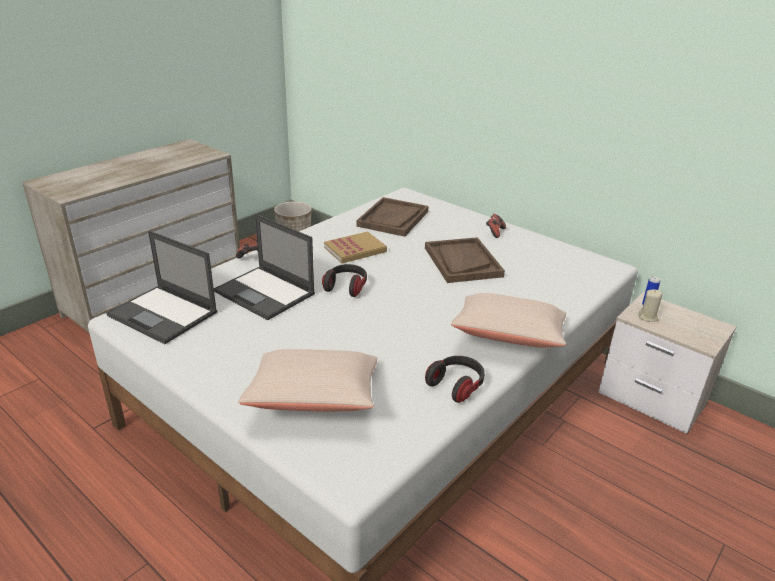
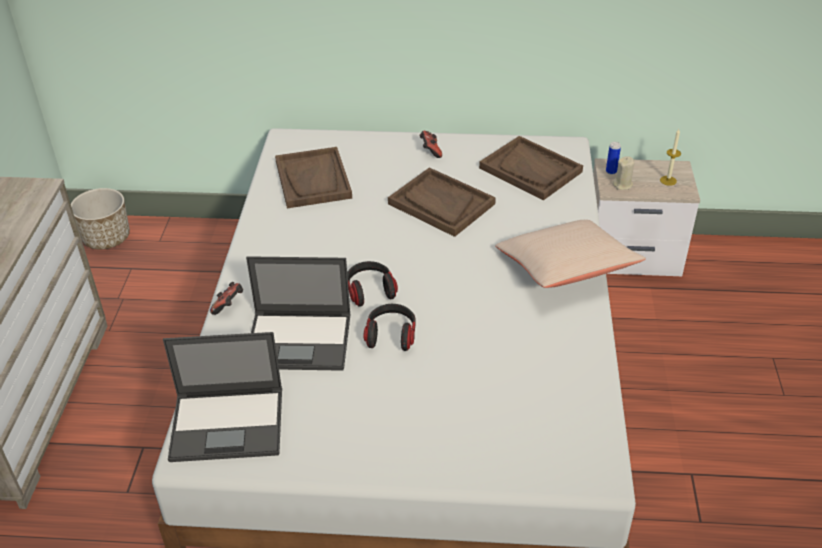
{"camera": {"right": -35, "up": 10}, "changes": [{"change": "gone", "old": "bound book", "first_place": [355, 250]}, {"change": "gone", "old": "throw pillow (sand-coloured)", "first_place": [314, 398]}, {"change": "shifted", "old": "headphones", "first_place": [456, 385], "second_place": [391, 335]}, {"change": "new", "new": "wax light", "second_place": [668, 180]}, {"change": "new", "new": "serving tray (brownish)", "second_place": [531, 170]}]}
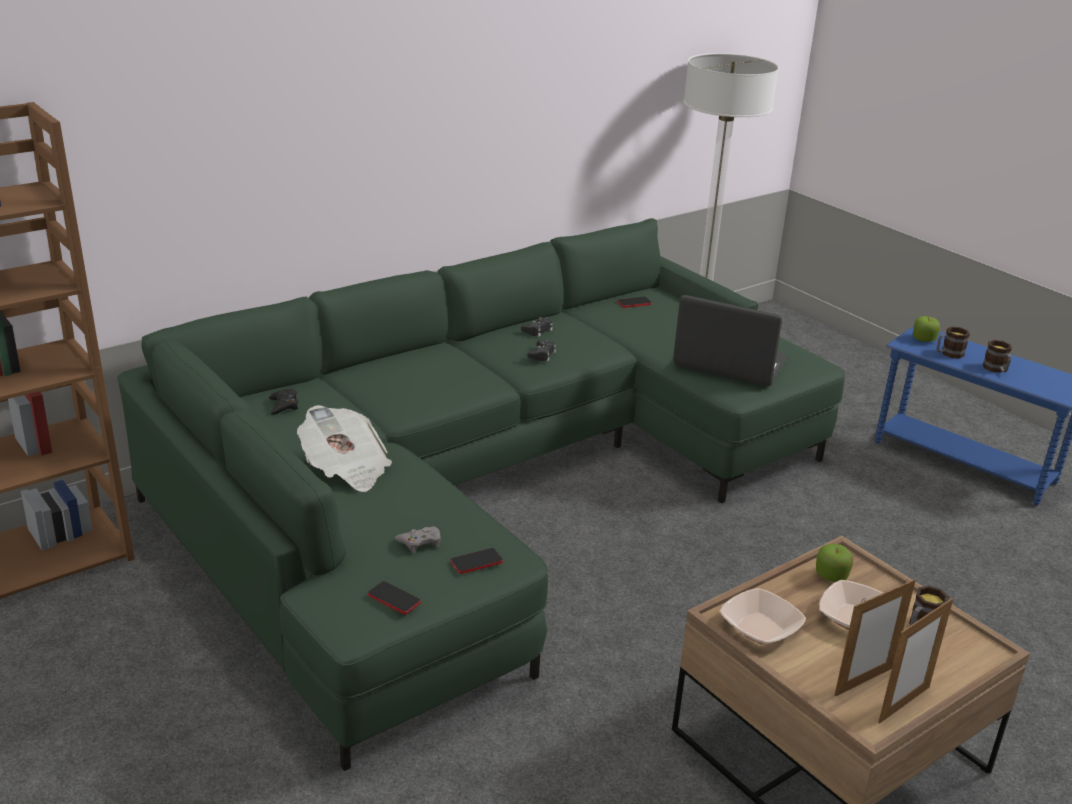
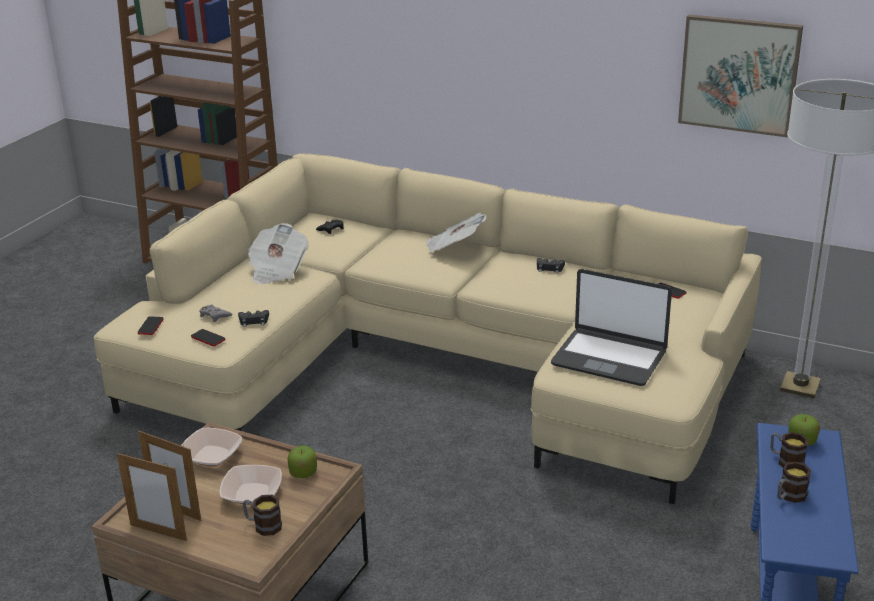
{"camera": {"right": 65, "up": 0}, "changes": [{"change": "repainted", "old": "settee (green-coloured)", "new": "settee (sand-coloured)", "first_place": [483, 488], "second_place": [440, 361]}, {"change": "rotated", "old": "portable computer", "first_place": [729, 364], "second_place": [609, 358], "degrees": 120}, {"change": "shifted", "old": "game controller (black-coloured)", "first_place": [542, 354], "second_place": [254, 321]}, {"change": "new", "new": "wall art", "second_place": [739, 74]}, {"change": "new", "new": "printed paper", "second_place": [454, 247]}]}
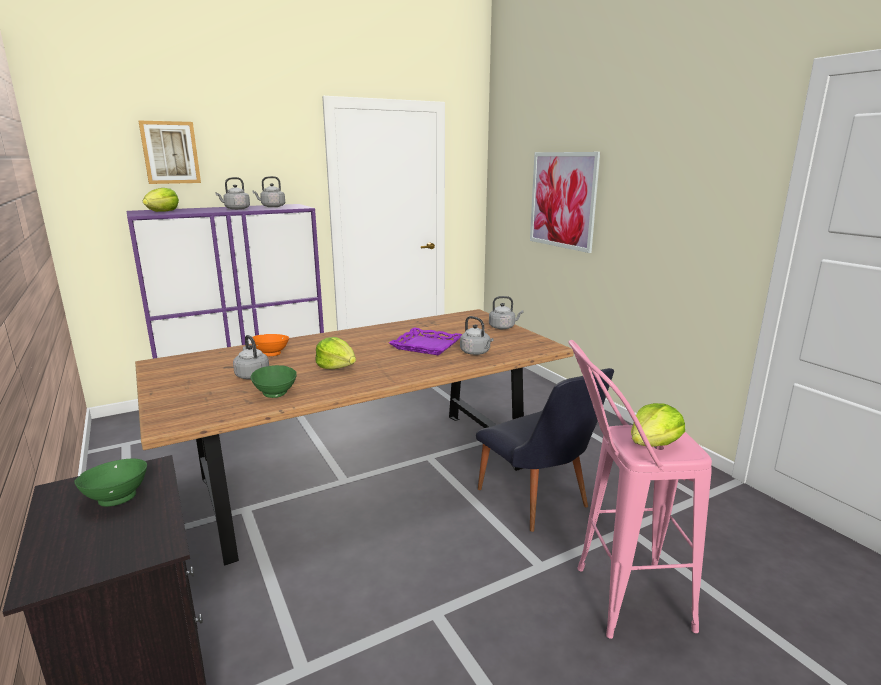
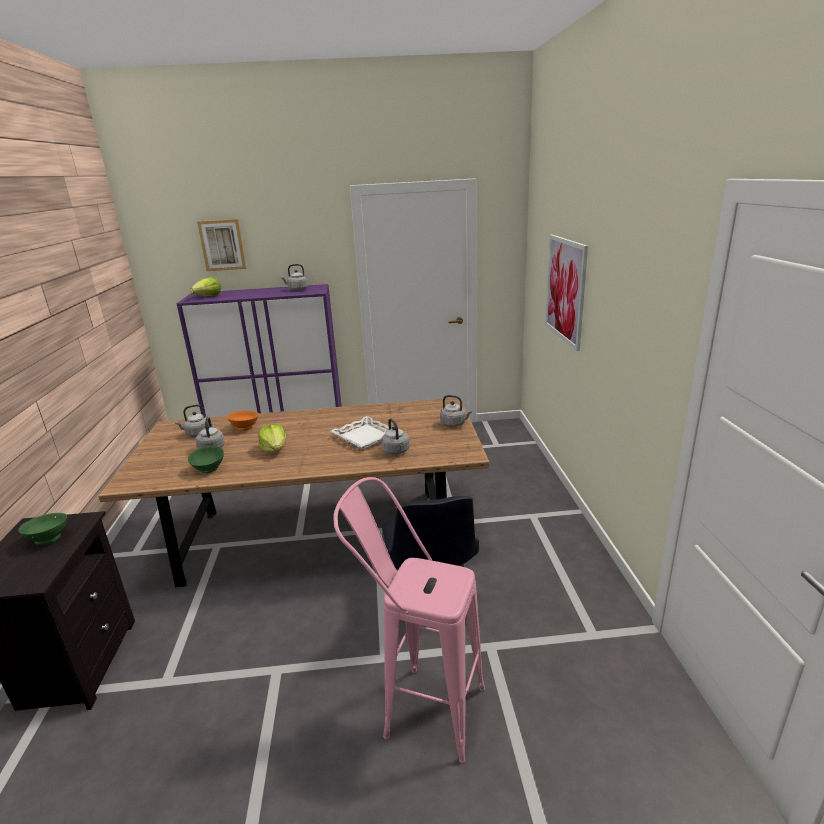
{"camera": {"right": 25, "up": 5}, "changes": [{"change": "shifted", "old": "tea kettle (greyish)", "first_place": [236, 209], "second_place": [197, 434]}, {"change": "repainted", "old": "serving tray (purple-coloured)", "new": "serving tray (white-coloured)", "first_place": [426, 346], "second_place": [364, 437]}, {"change": "gone", "old": "lettuce", "first_place": [653, 444]}]}
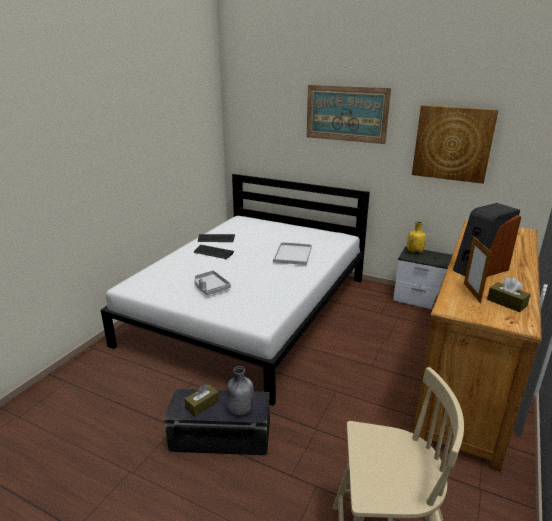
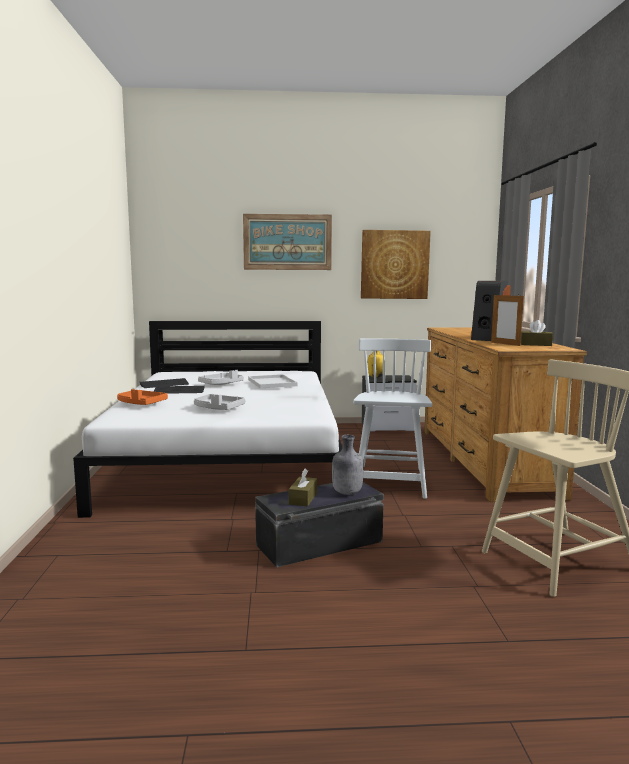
{"camera": {"right": -30, "up": -15}, "changes": [{"change": "new", "new": "chair (white-coloured)", "second_place": [390, 482]}, {"change": "new", "new": "serving tray (greyish)", "second_place": [221, 384]}, {"change": "new", "new": "serving tray (orange)", "second_place": [141, 404]}]}
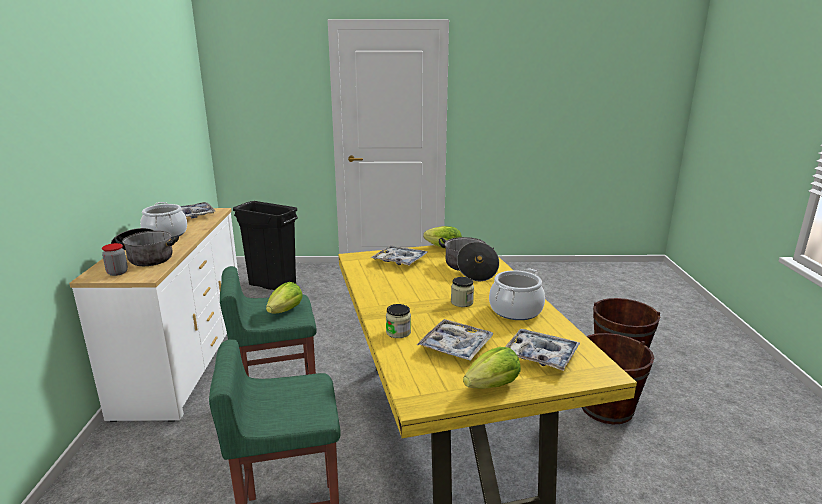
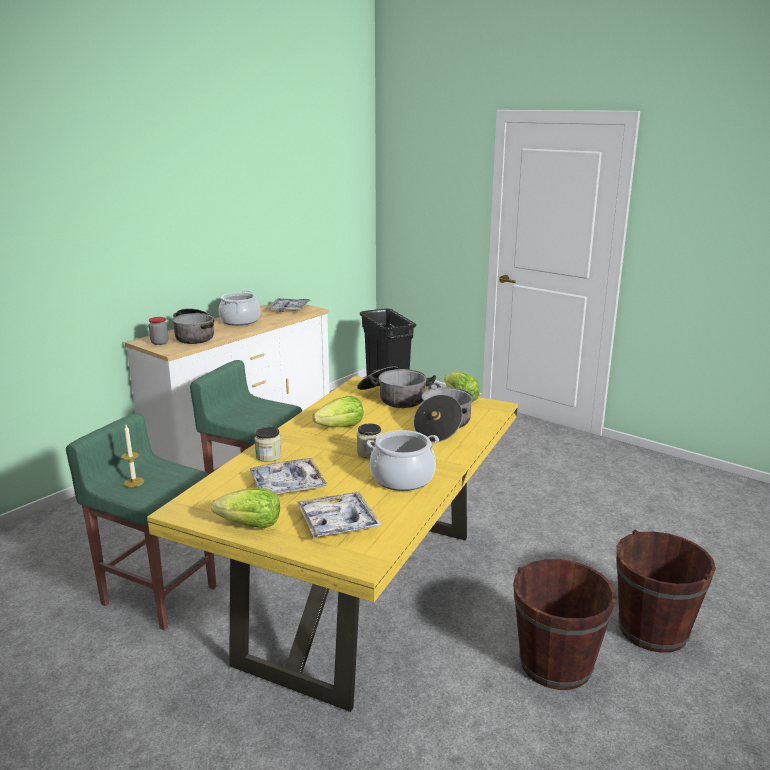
{"camera": {"right": 40, "up": 0}, "changes": [{"change": "swapped", "old": "serving tray", "new": "cooking pot", "first_place": [399, 260], "second_place": [393, 398]}, {"change": "shifted", "old": "lettuce", "first_place": [285, 311], "second_place": [341, 427]}, {"change": "new", "new": "wax light", "second_place": [134, 482]}]}
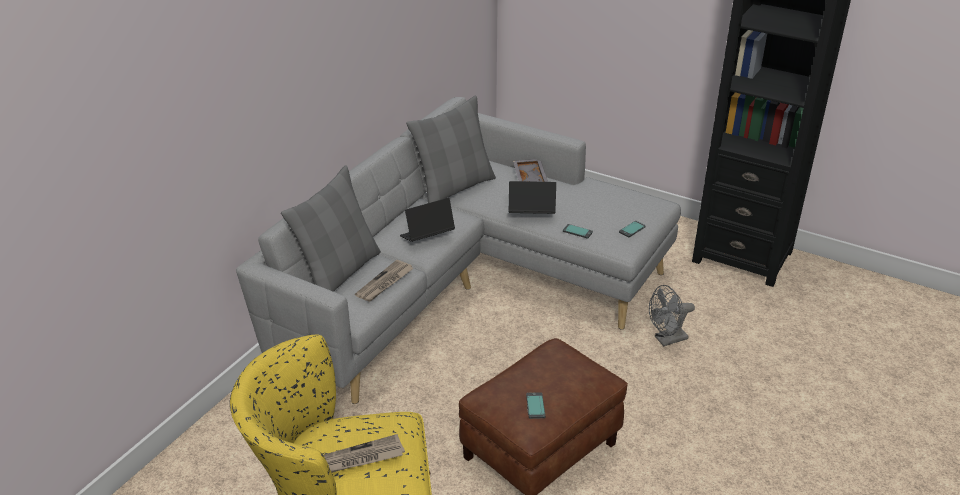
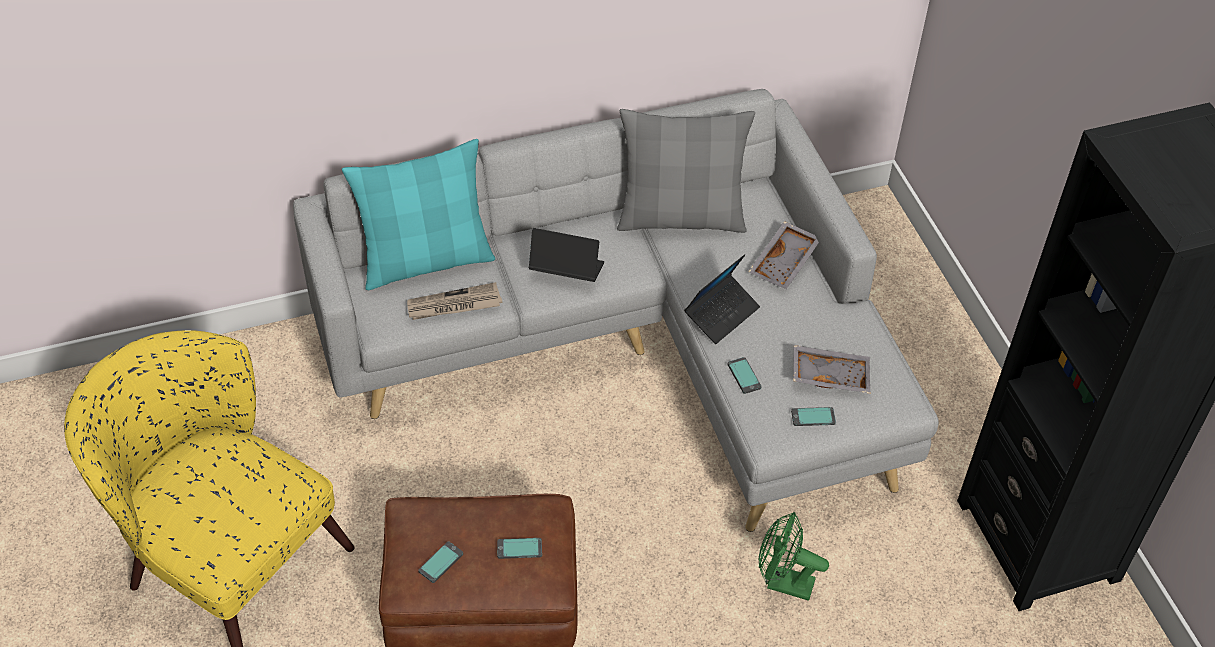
{"camera": {"right": 40, "up": 15}, "changes": [{"change": "repainted", "old": "throw pillow (greyish)", "new": "throw pillow (turquoise-coloured)", "first_place": [339, 273], "second_place": [426, 261]}, {"change": "rotated", "old": "portable computer", "first_place": [531, 214], "second_place": [721, 314], "degrees": 90}, {"change": "repainted", "old": "cooling fan (greyish)", "new": "cooling fan (green-coloured)", "first_place": [666, 340], "second_place": [782, 583]}, {"change": "gone", "old": "printed paper", "first_place": [359, 458]}, {"change": "new", "new": "serving tray (greyish)", "second_place": [830, 375]}, {"change": "new", "new": "handset", "second_place": [519, 549]}]}
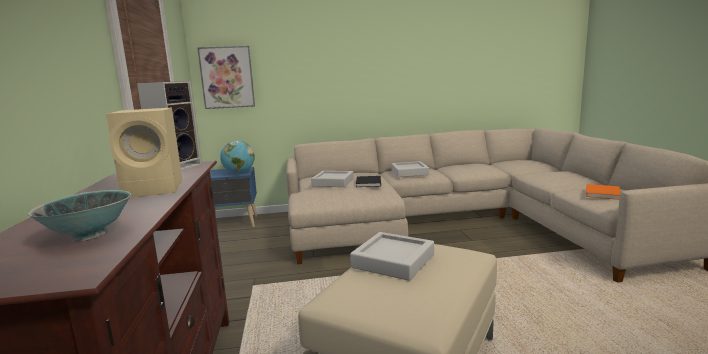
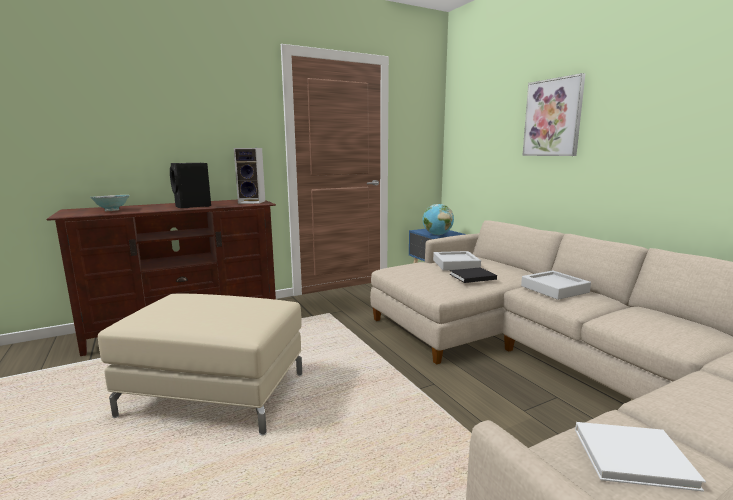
{"camera": {"right": 70, "up": 0}, "changes": [{"change": "shifted", "old": "wall art", "first_place": [227, 77], "second_place": [553, 118]}, {"change": "repainted", "old": "audio speaker (sand-coloured)", "new": "audio speaker (black-coloured)", "first_place": [156, 189], "second_place": [193, 206]}, {"change": "repainted", "old": "bound book (orange)", "new": "bound book (white-coloured)", "first_place": [602, 193], "second_place": [636, 458]}, {"change": "gone", "old": "serving tray (greyish)", "first_place": [393, 261]}]}
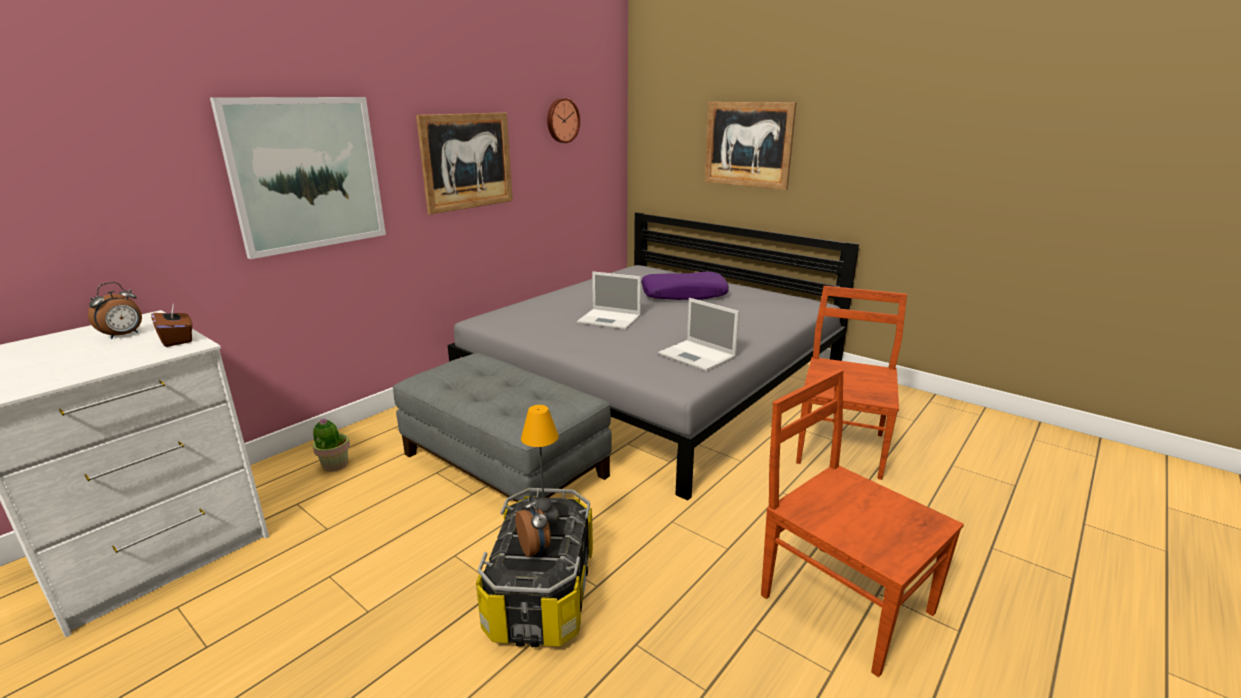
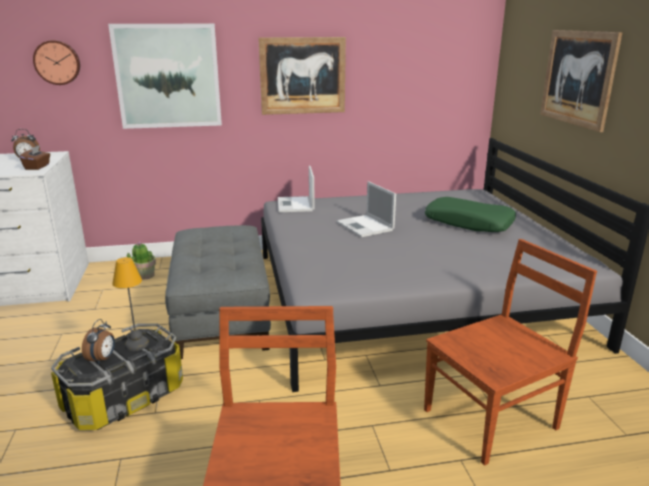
{"camera": {"right": 40, "up": 0}, "changes": [{"change": "shifted", "old": "wall clock", "first_place": [562, 120], "second_place": [57, 62]}, {"change": "repainted", "old": "throw pillow (purple-coloured)", "new": "throw pillow (green-coloured)", "first_place": [684, 294], "second_place": [469, 223]}, {"change": "shifted", "old": "portable computer", "first_place": [698, 356], "second_place": [295, 205]}]}
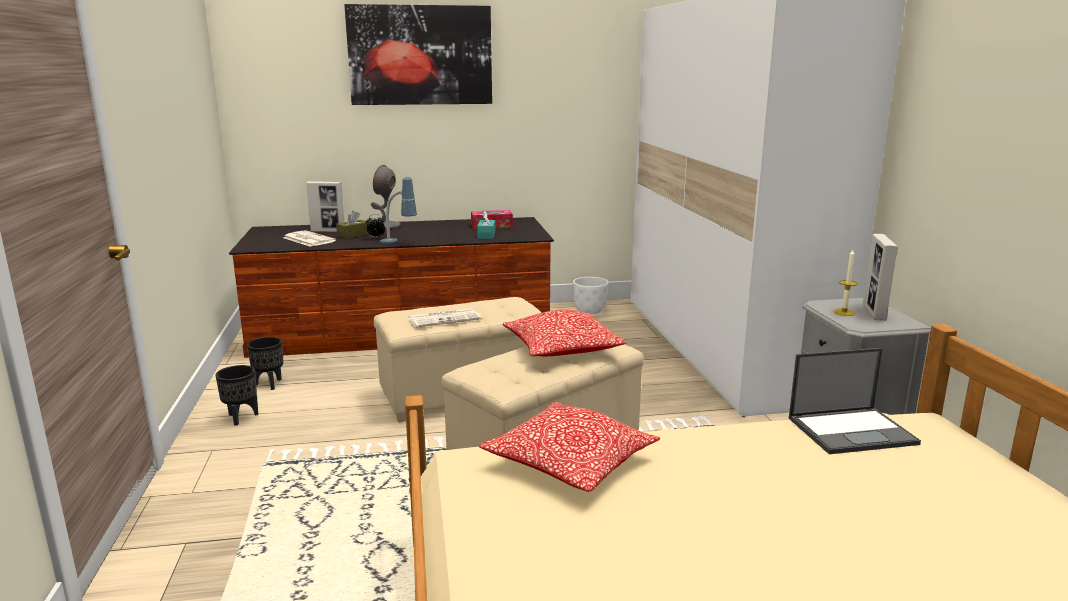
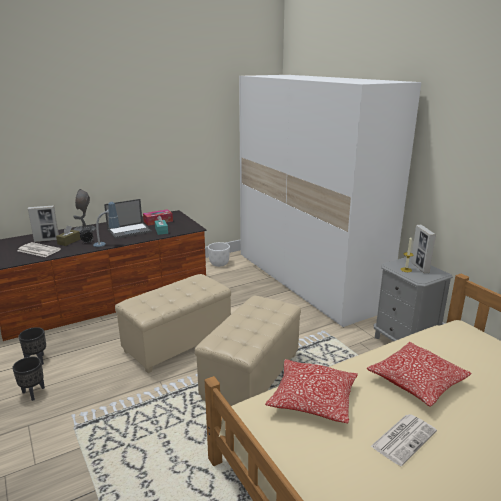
{"camera": {"right": -20, "up": 5}, "changes": [{"change": "gone", "old": "wall art", "first_place": [420, 55]}, {"change": "shifted", "old": "printed paper", "first_place": [445, 318], "second_place": [403, 438]}, {"change": "shifted", "old": "throw pillow", "first_place": [562, 349], "second_place": [416, 382]}, {"change": "shifted", "old": "portable computer", "first_place": [852, 430], "second_place": [130, 230]}]}
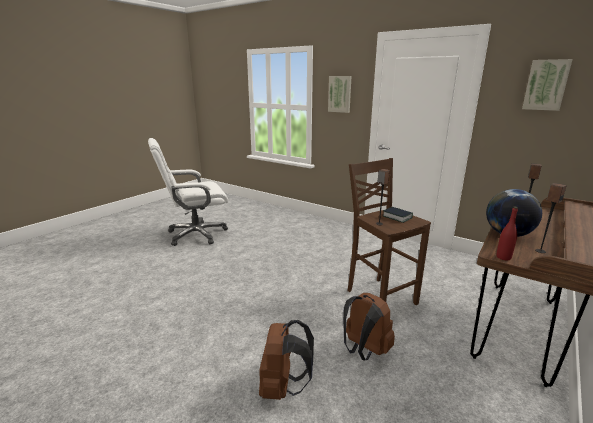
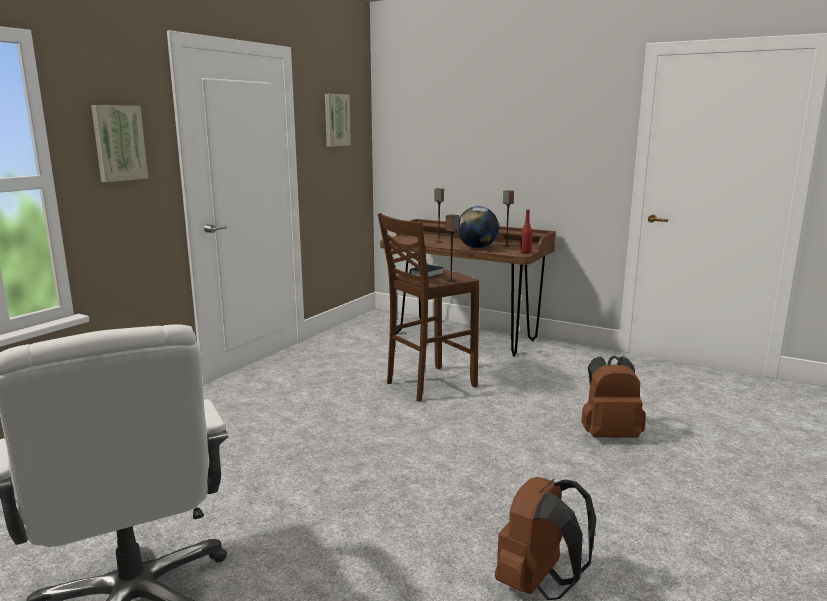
{"camera": {"right": -95, "up": -5}, "changes": [{"change": "shifted", "old": "rucksack (brownish)", "first_place": [364, 350], "second_place": [538, 584]}]}
